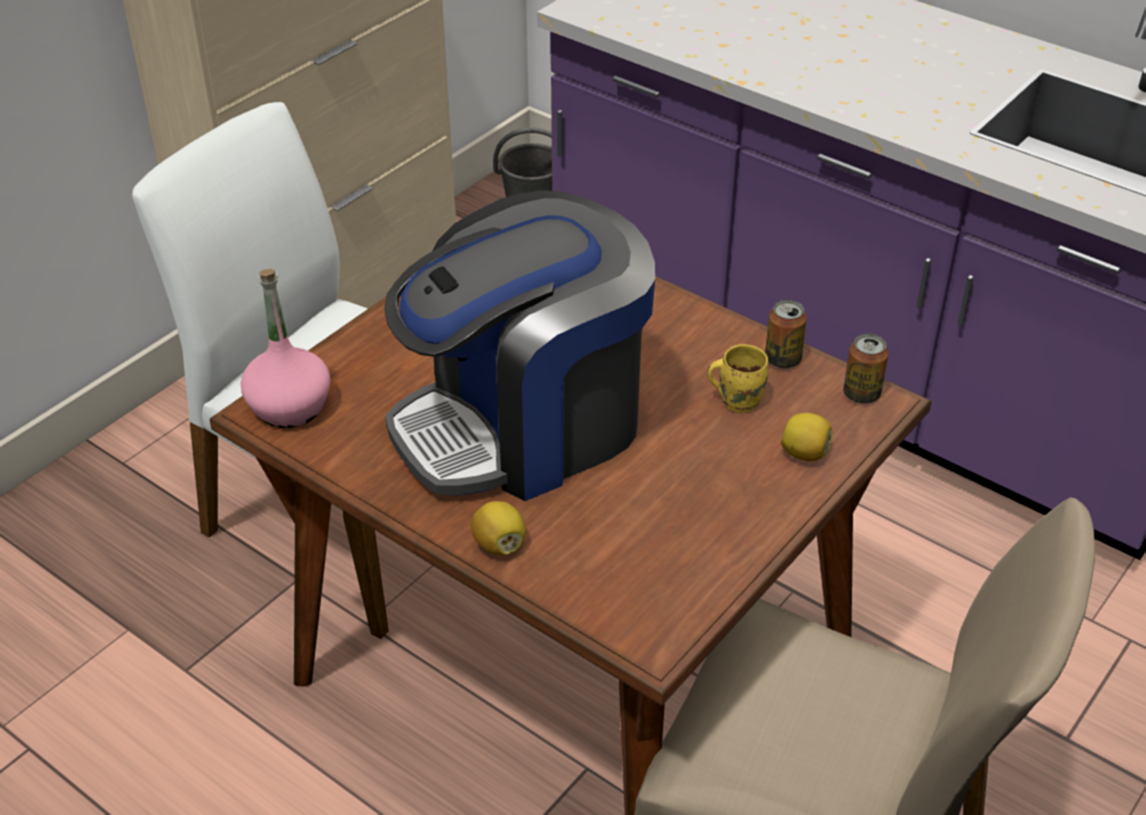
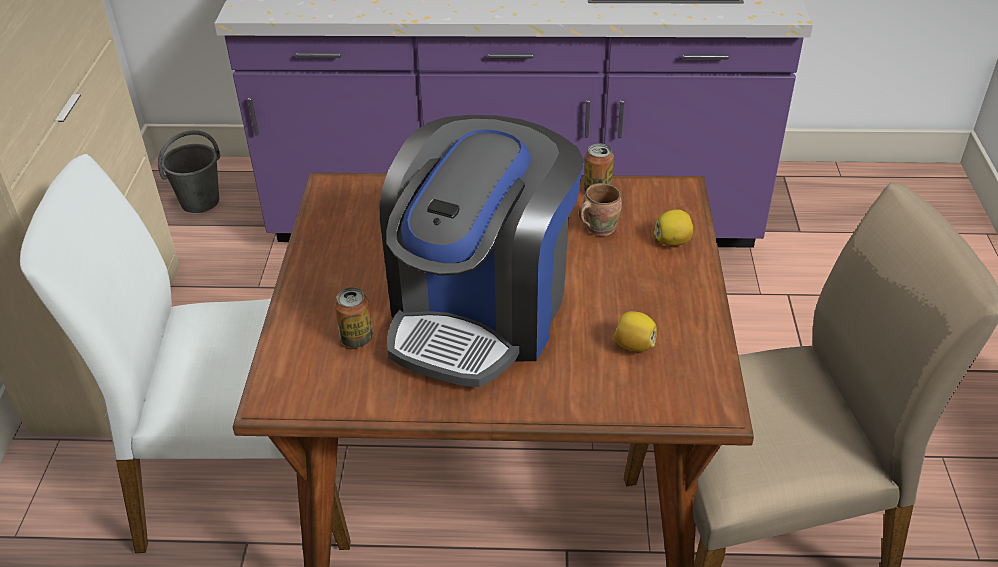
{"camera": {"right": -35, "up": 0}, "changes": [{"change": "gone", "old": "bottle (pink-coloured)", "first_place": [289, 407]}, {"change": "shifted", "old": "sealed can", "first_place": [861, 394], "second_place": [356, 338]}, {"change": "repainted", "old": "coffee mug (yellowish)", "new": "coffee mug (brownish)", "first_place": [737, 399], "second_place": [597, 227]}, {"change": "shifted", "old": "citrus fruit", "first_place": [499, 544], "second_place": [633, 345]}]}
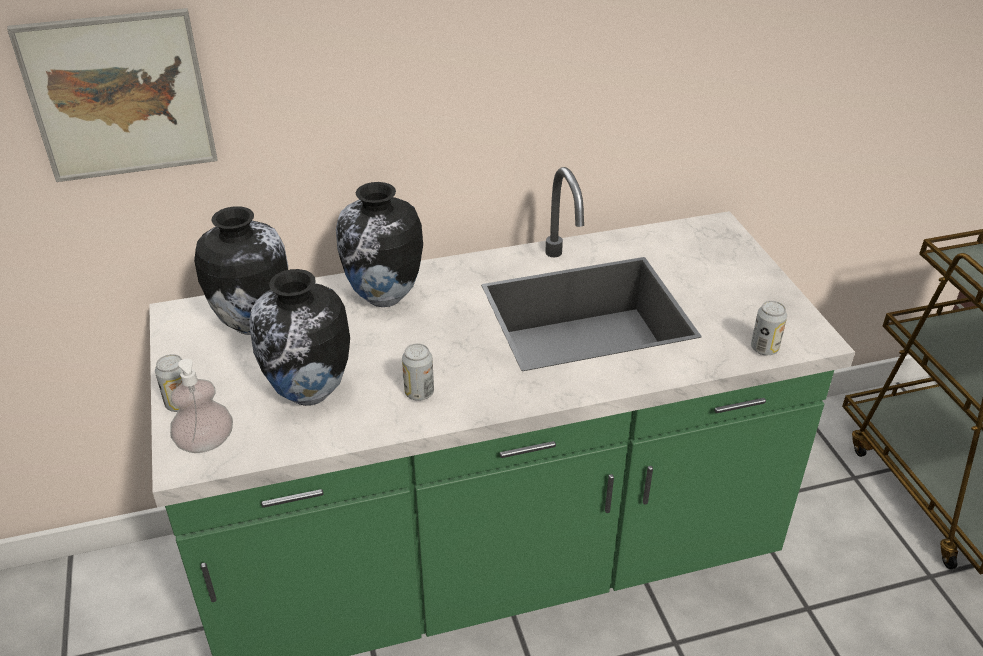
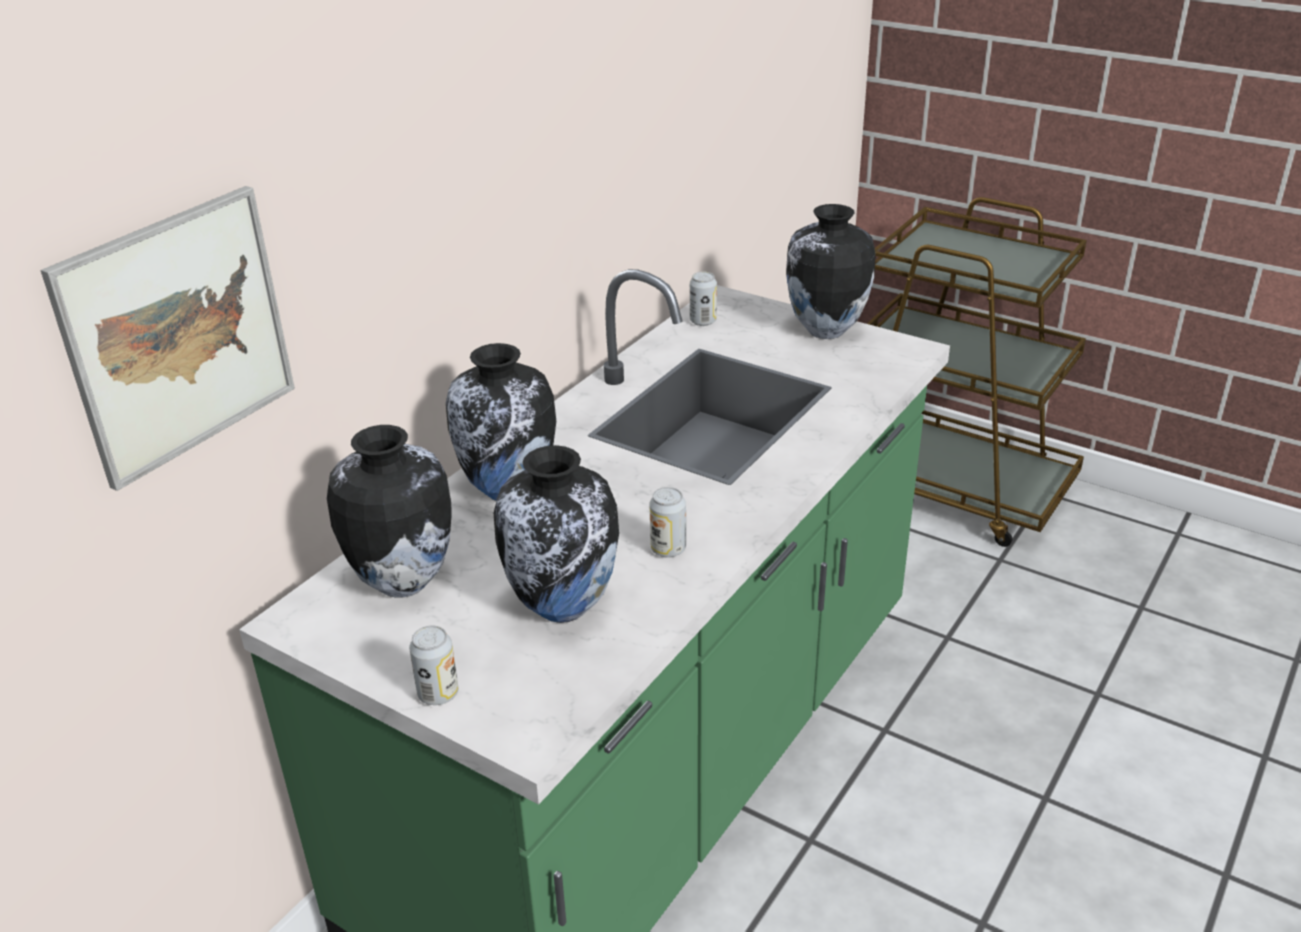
{"camera": {"right": -40, "up": -5}, "changes": [{"change": "shifted", "old": "sealed can", "first_place": [764, 348], "second_place": [703, 321]}, {"change": "gone", "old": "liquid soap bottle", "first_place": [205, 443]}, {"change": "new", "new": "vase", "second_place": [824, 331]}]}
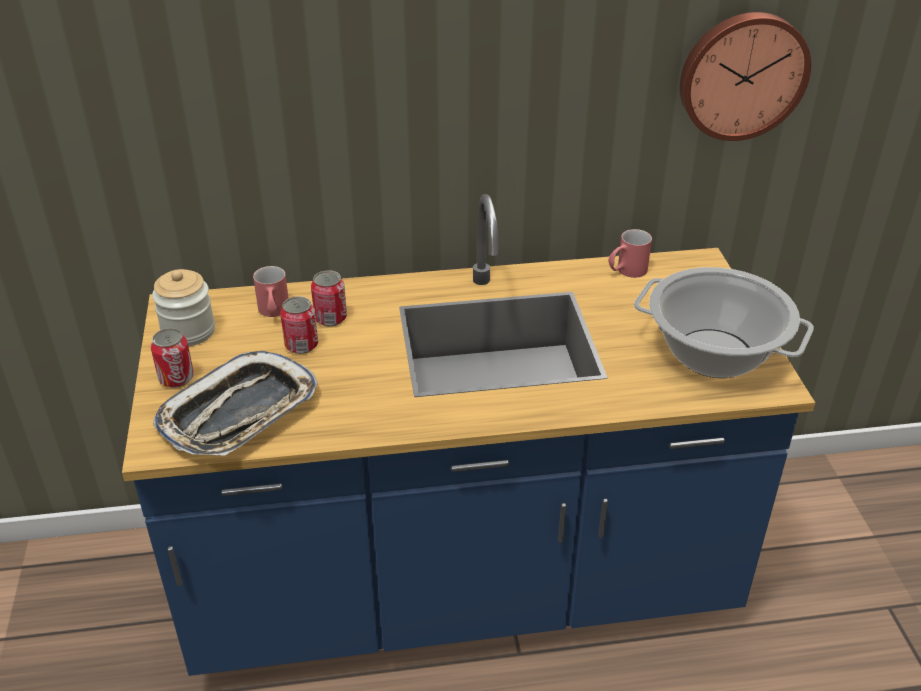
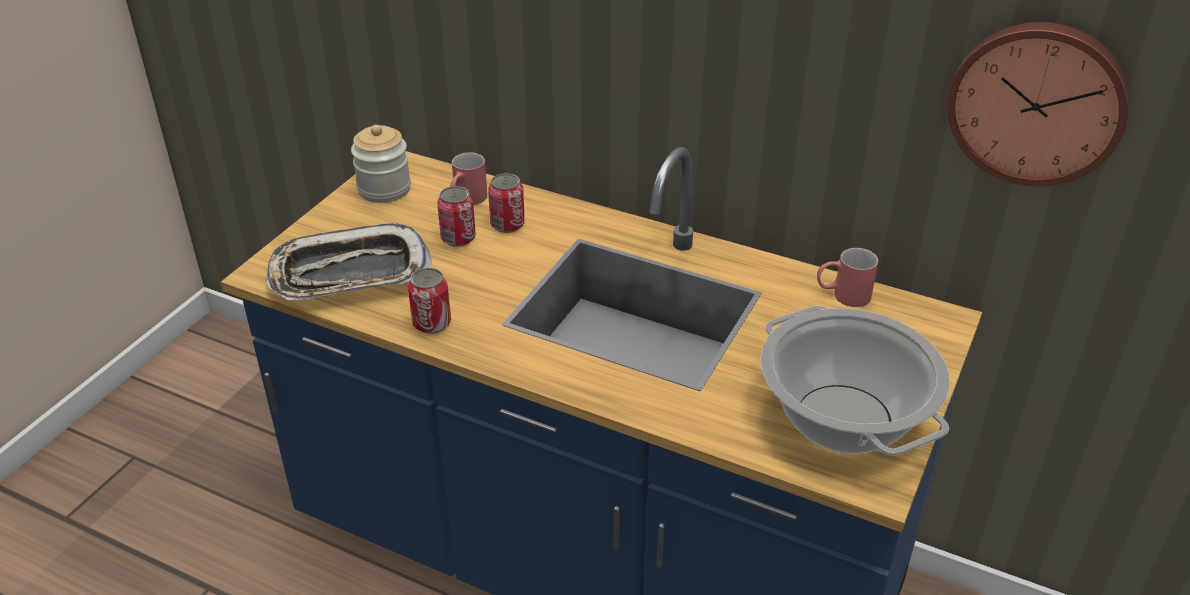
{"camera": {"right": 35, "up": 0}, "changes": [{"change": "shifted", "old": "sealed can", "first_place": [176, 378], "second_place": [432, 323]}]}
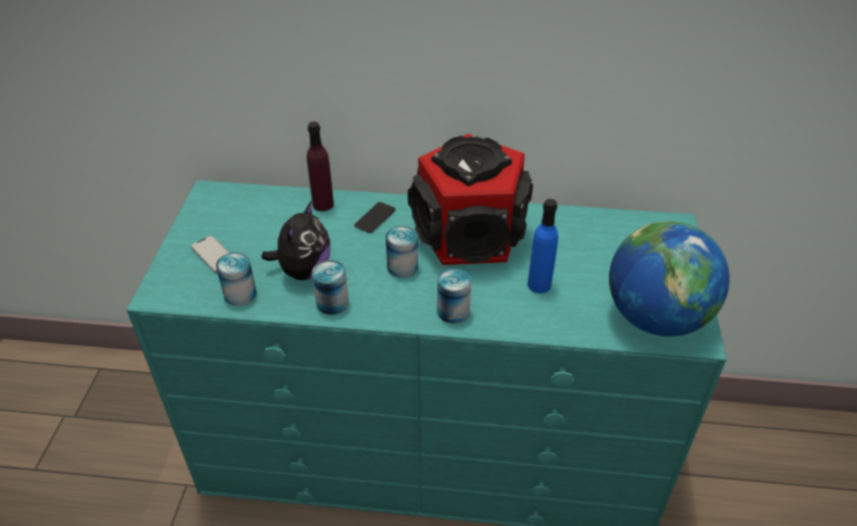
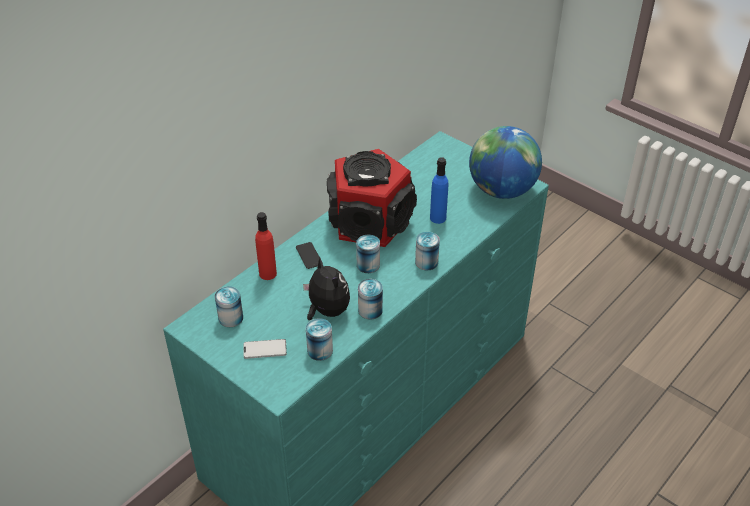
{"camera": {"right": -55, "up": 0}, "changes": [{"change": "repainted", "old": "bottle (purple-coloured)", "new": "bottle (red)", "first_place": [323, 204], "second_place": [268, 273]}, {"change": "new", "new": "sealed can", "second_place": [231, 318]}]}
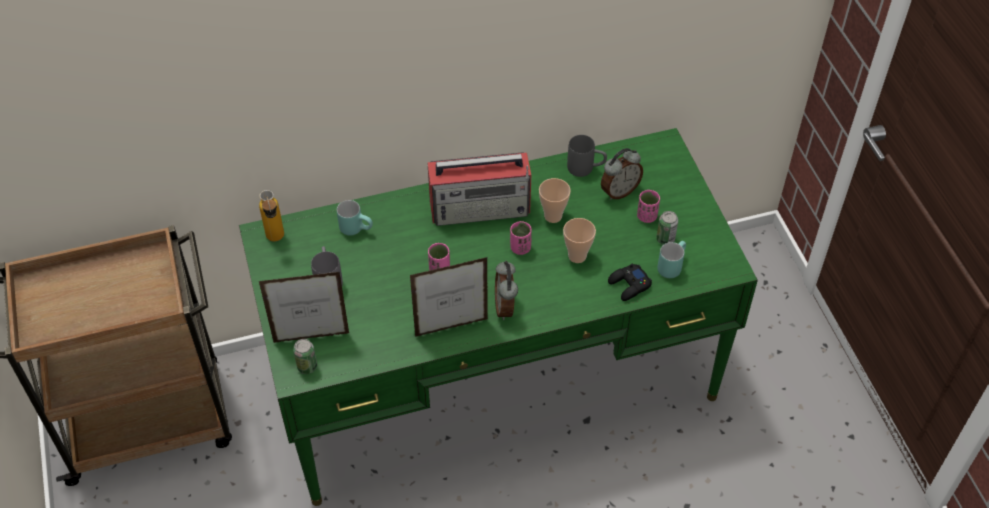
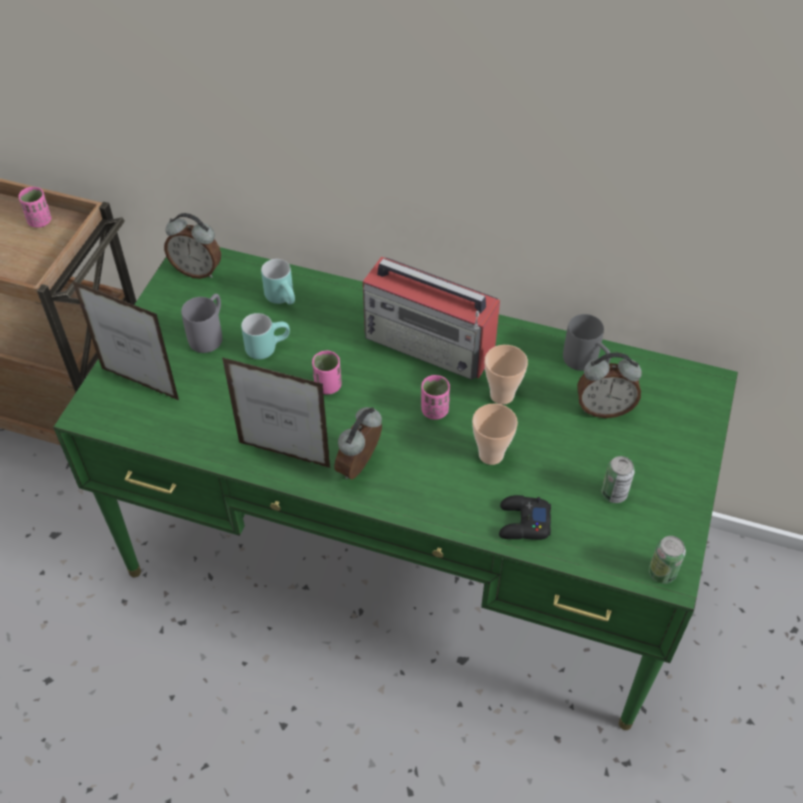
{"camera": {"right": 35, "up": 0}, "changes": [{"change": "swapped", "old": "bottle", "new": "table clock", "first_place": [276, 241], "second_place": [197, 270]}, {"change": "shifted", "old": "cup (pink-coloured)", "first_place": [646, 216], "second_place": [40, 221]}, {"change": "shifted", "old": "coffee mug (turquoise-coloured)", "first_place": [670, 265], "second_place": [267, 346]}, {"change": "shifted", "old": "sealed can", "first_place": [307, 367], "second_place": [662, 572]}]}
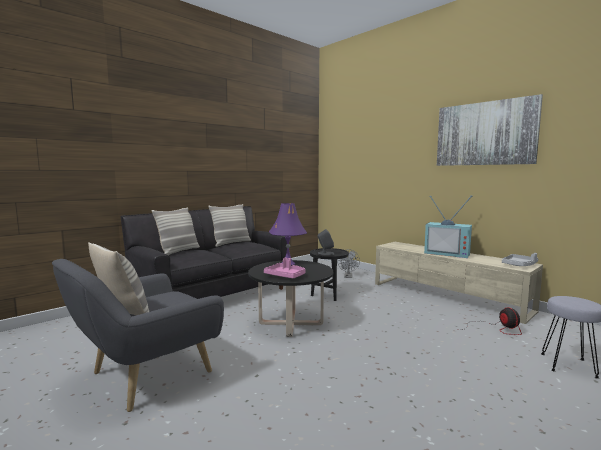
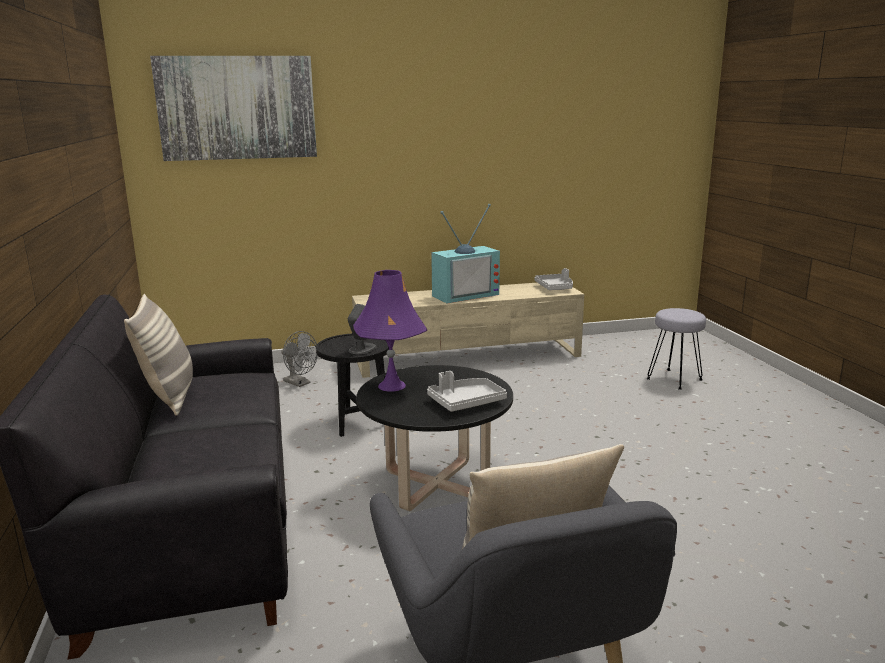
{"camera": {"right": -60, "up": 10}, "changes": [{"change": "shifted", "old": "wall art", "first_place": [484, 133], "second_place": [237, 108]}, {"change": "gone", "old": "throw pillow", "first_place": [178, 251]}, {"change": "repainted", "old": "serving tray (pink-coloured)", "new": "serving tray (greyish)", "first_place": [285, 276], "second_place": [466, 402]}, {"change": "gone", "old": "cooling fan", "first_place": [496, 329]}]}
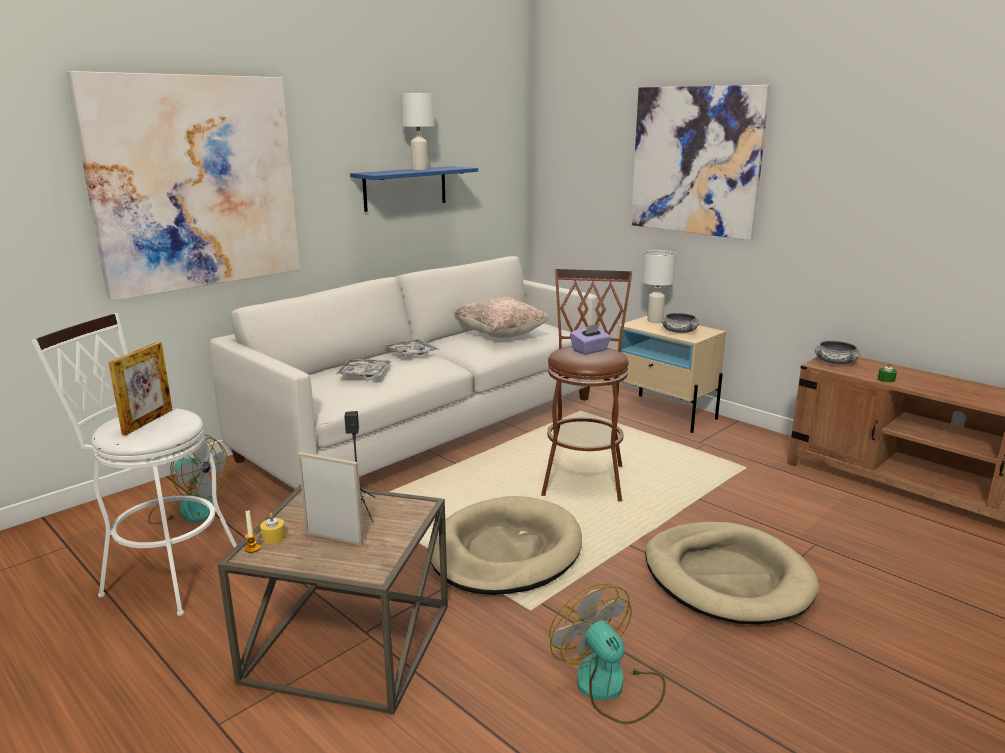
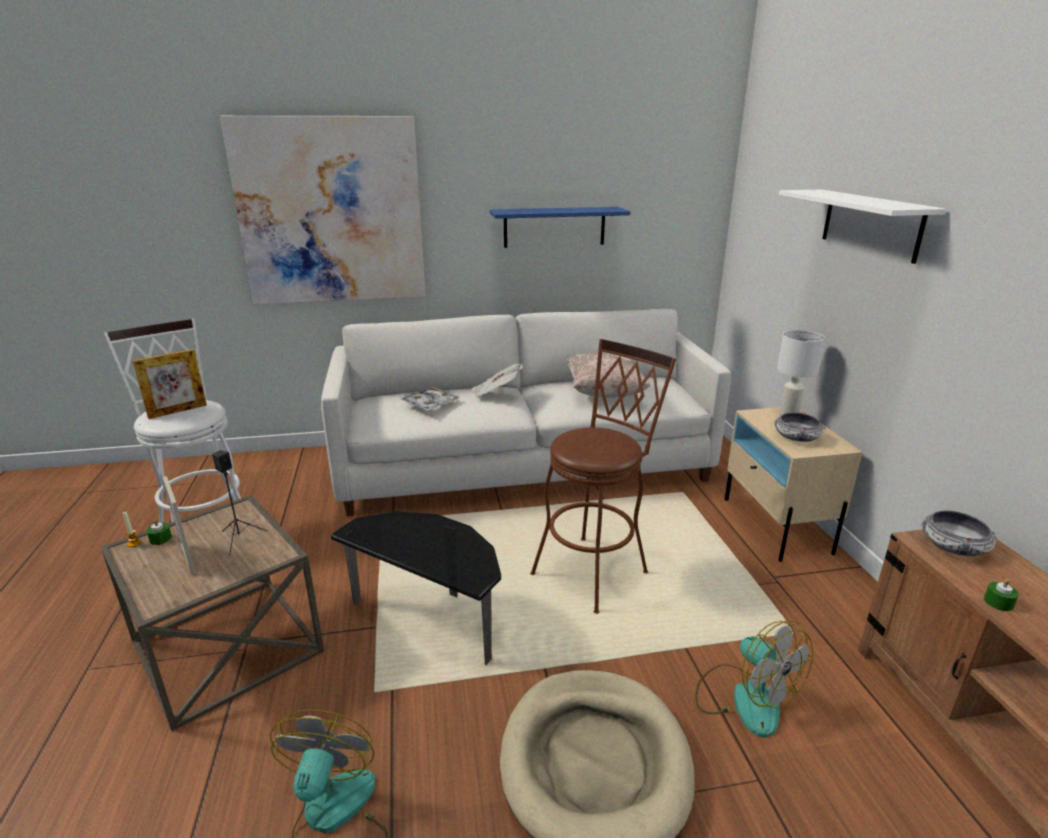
{"camera": {"right": 35, "up": 5}, "changes": [{"change": "swapped", "old": "wall art", "new": "shelf (white-coloured)", "first_place": [695, 161], "second_place": [870, 224]}, {"change": "gone", "old": "tabletop lamp (white-coloured)", "first_place": [419, 169]}, {"change": "gone", "old": "tissue box (purple-coloured)", "first_place": [590, 350]}, {"change": "swapped", "old": "serving tray", "new": "printed paper", "first_place": [411, 353], "second_place": [495, 393]}, {"change": "shifted", "old": "cooling fan", "first_place": [189, 508], "second_place": [745, 698]}, {"change": "swapped", "old": "pet bed (sand-coloured)", "new": "accent table", "first_place": [505, 551], "second_place": [430, 619]}, {"change": "repainted", "old": "wax light (yellowish)", "new": "wax light (green-coloured)", "first_place": [273, 537], "second_place": [160, 539]}]}
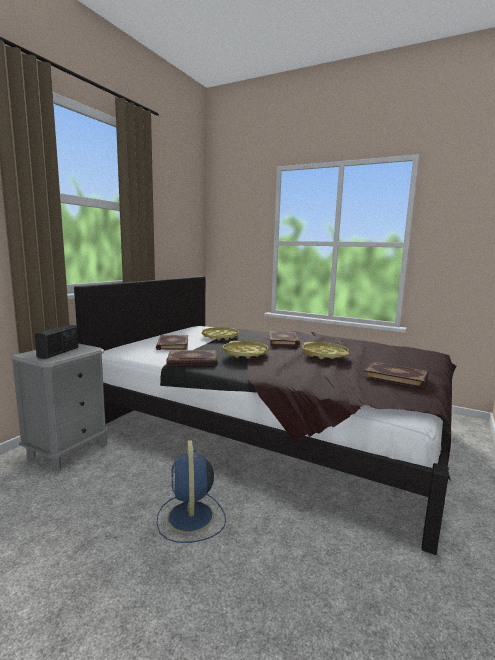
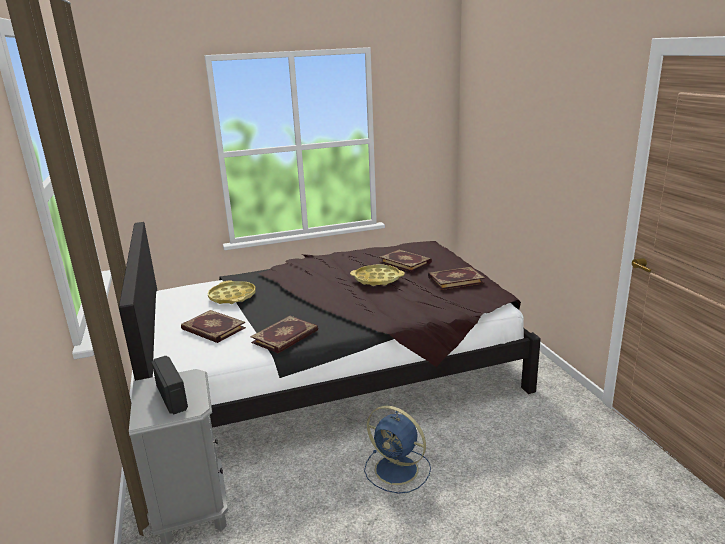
{"camera": {"right": -45, "up": 10}, "changes": [{"change": "shifted", "old": "bound book", "first_place": [284, 340], "second_place": [405, 262]}, {"change": "gone", "old": "serving tray (yellowish)", "first_place": [245, 353]}]}
